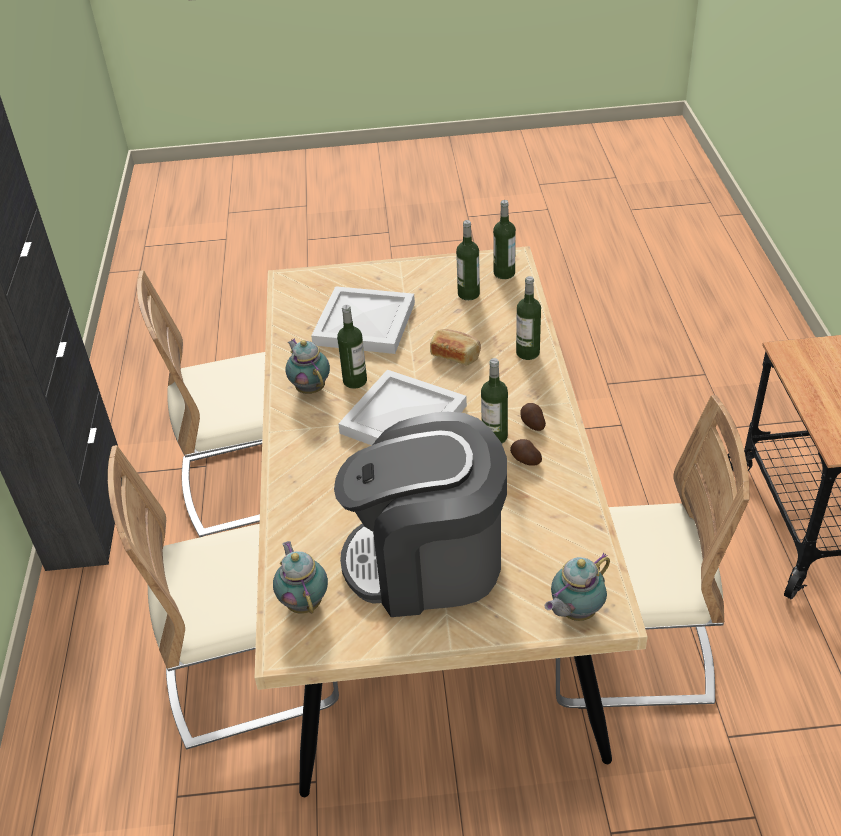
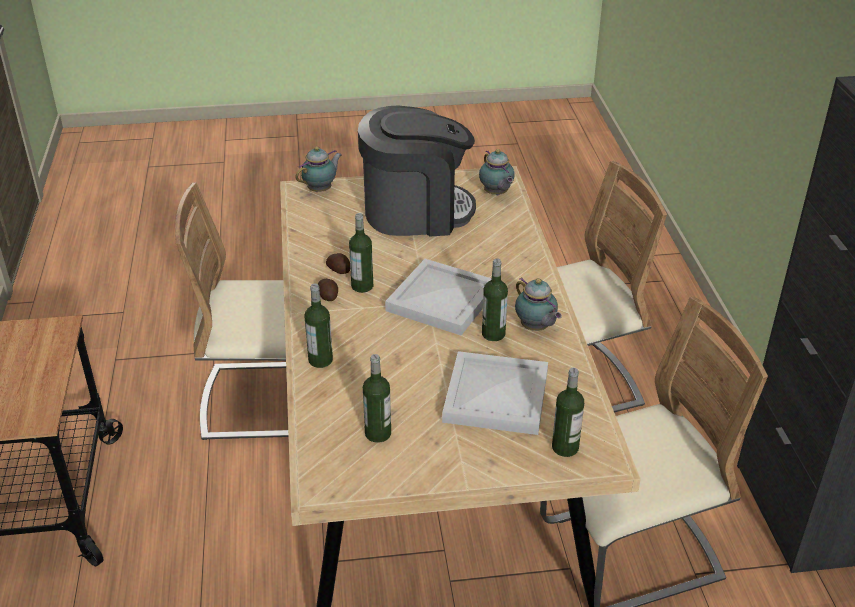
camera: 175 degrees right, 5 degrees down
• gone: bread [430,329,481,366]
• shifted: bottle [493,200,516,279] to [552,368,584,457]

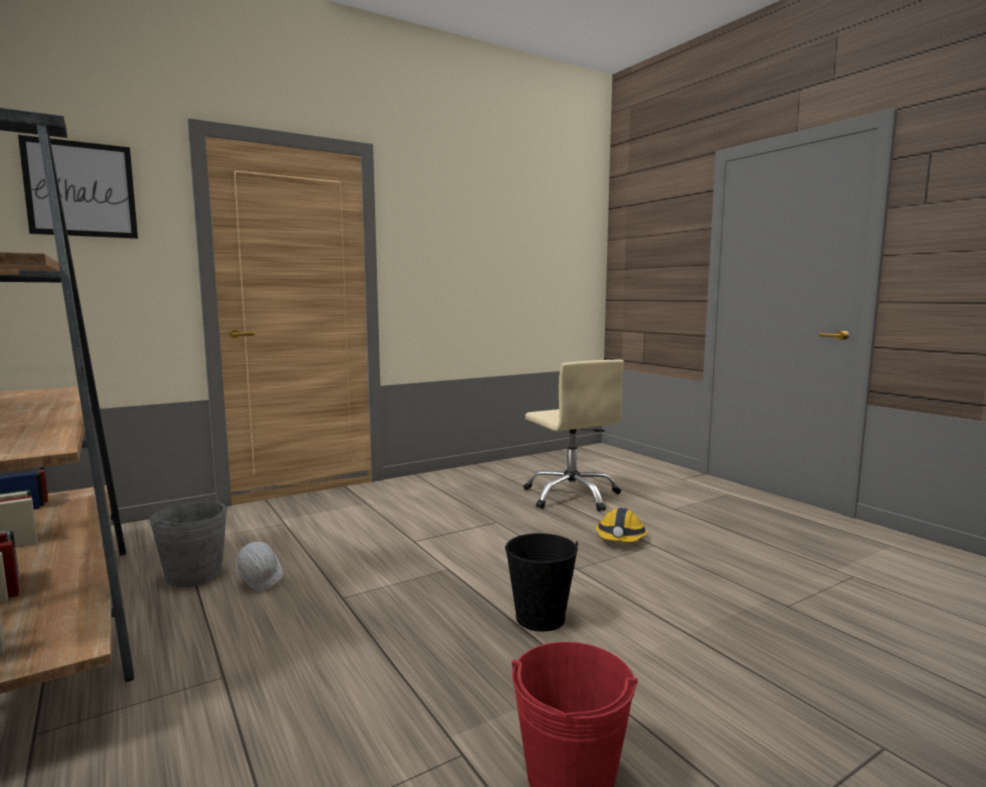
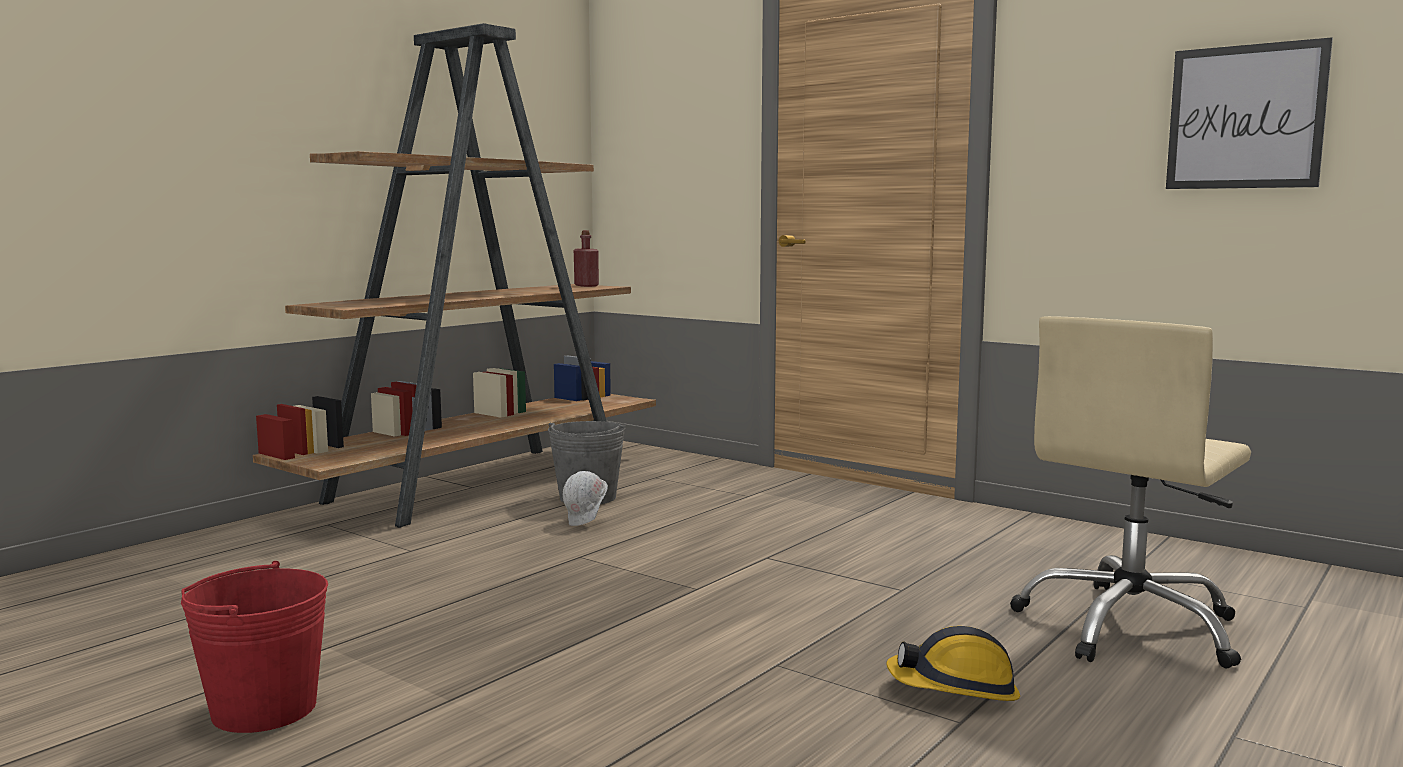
camera: 70 degrees right, 0 degrees up
• gone: black_bucket [505,533,578,632]
• new: red_bottle [574,230,599,287]
• shifted: picture [18,135,138,239] to [1166,37,1333,189]

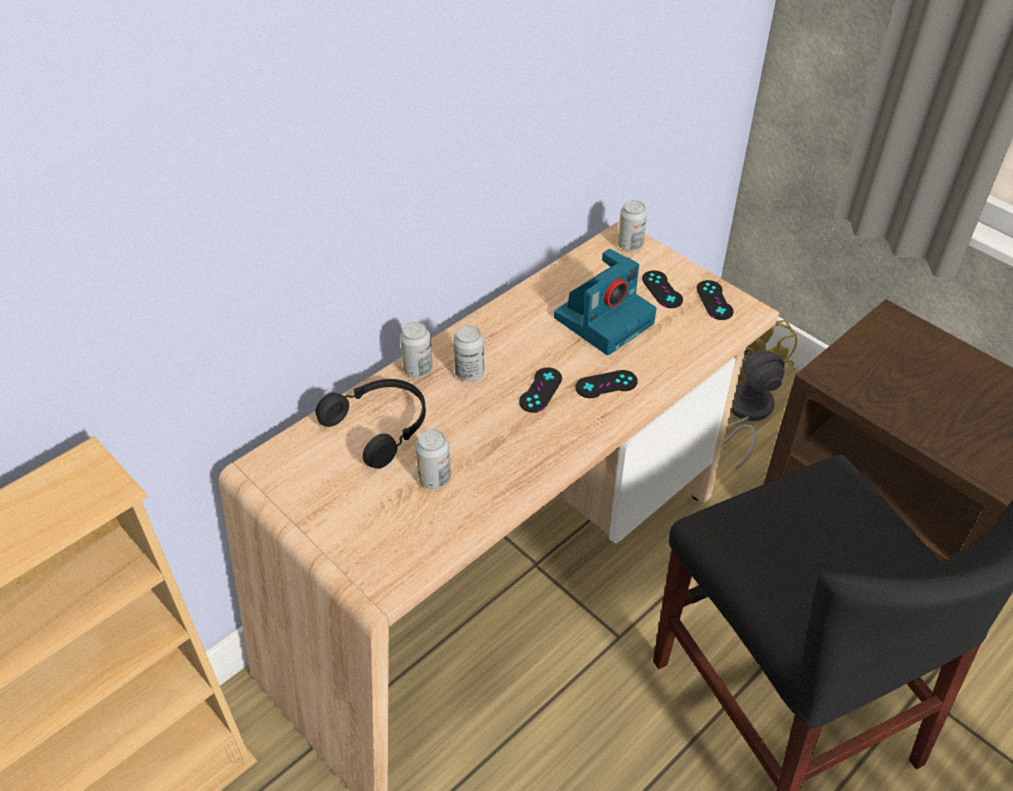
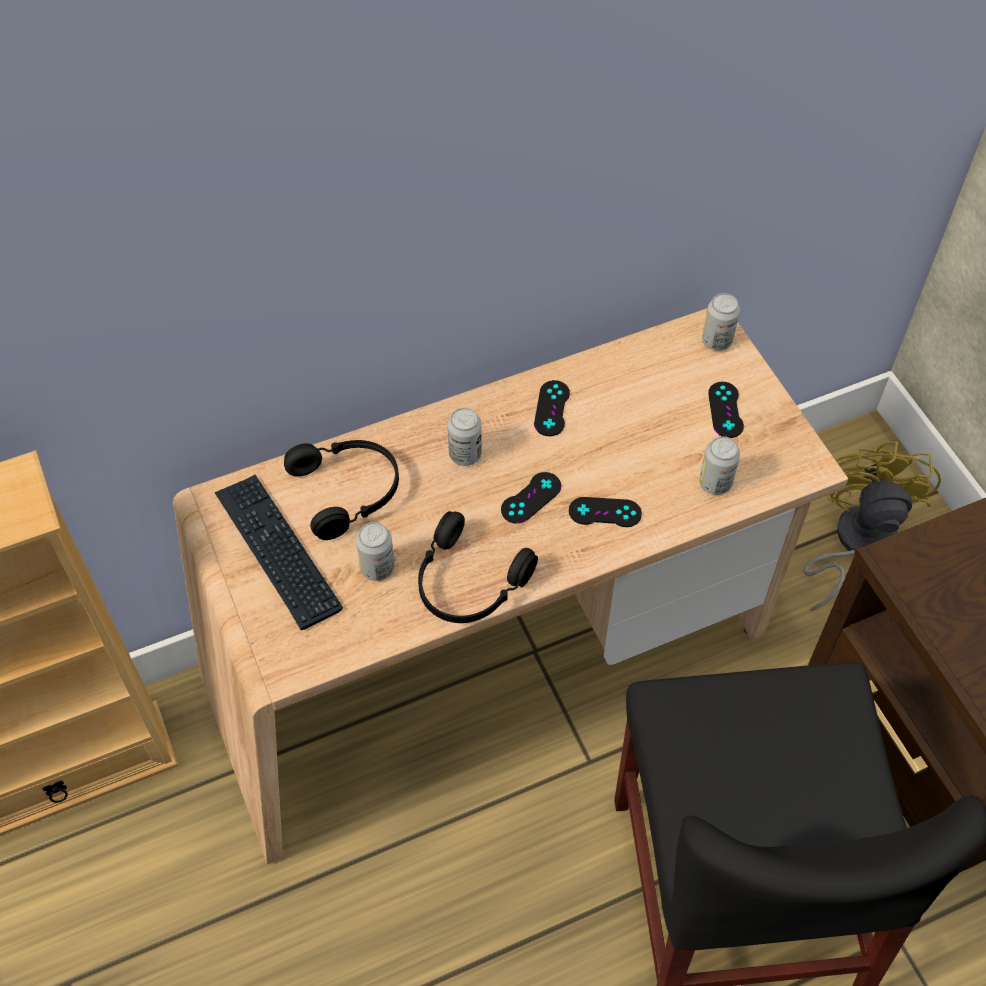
camera: 20 degrees right, 10 degrees up
• gone: photo_camera [554,249,657,355]
• new: keyboard [214,475,343,630]
• new: black_headphones [418,511,538,623]
• shifted: can [400,322,433,378] to [699,436,740,495]
• shifted: black_game_controller [696,280,734,320] to [534,380,570,436]

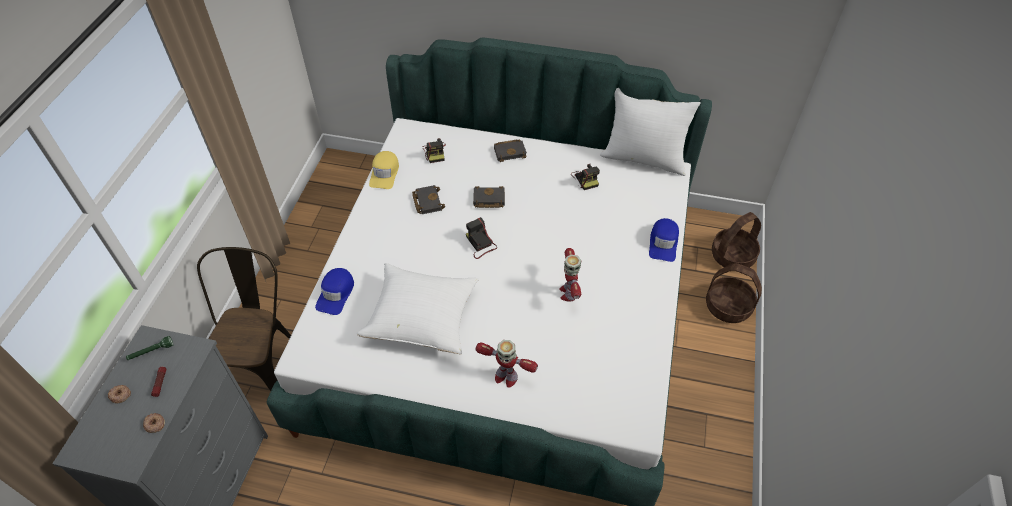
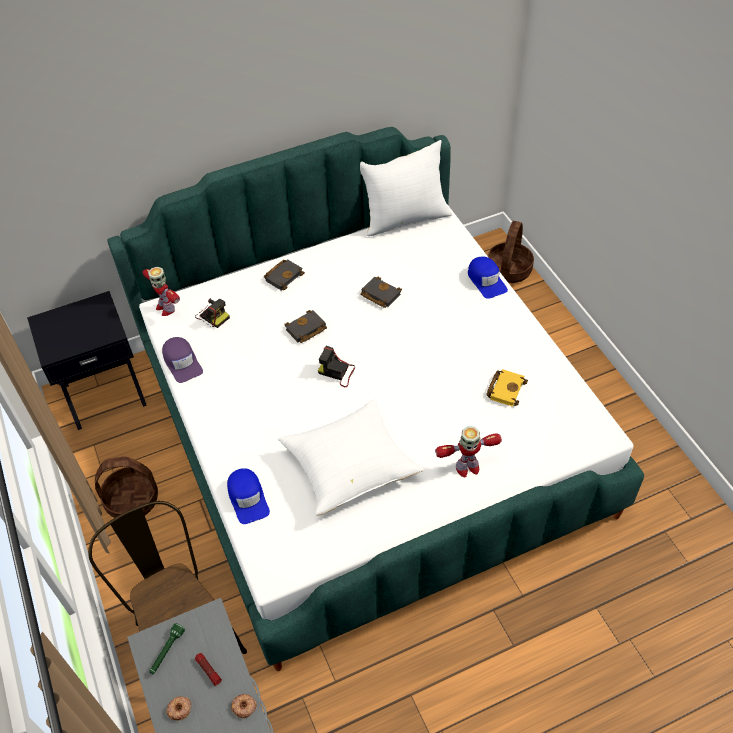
camera: 35 degrees left, 0 degrees up
• gone: photo_camera [571,164,600,190]
• new: black_nightstand [27,291,147,430]
• new: yellow_book [486,369,528,407]
• shifted: black_book [412,185,445,214] to [360,277,402,308]
• shifted: toy_robot [559,248,581,302] to [143,267,180,316]
• shifted: basket [706,263,762,323] to [95,457,158,518]
• repainted: yellow_cap [369,151,399,189] to purple_cap [162,337,203,383]

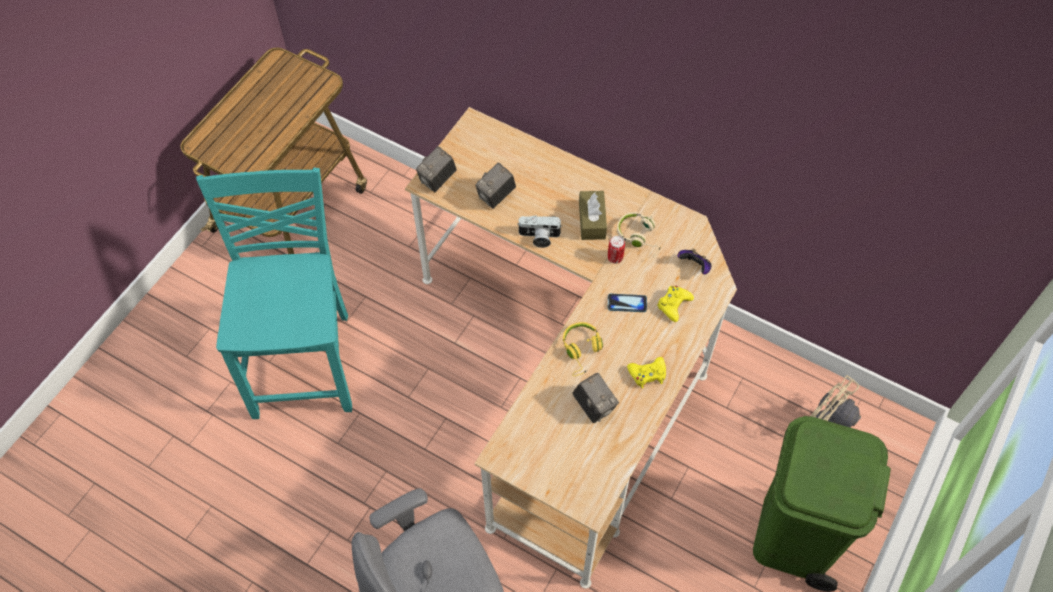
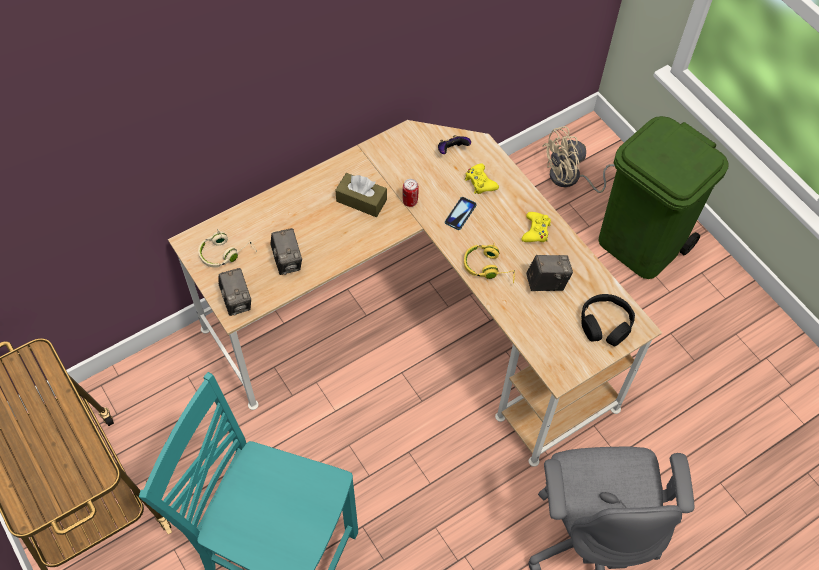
camera: 65 degrees left, 0 degrees up
• gone: photo_camera [517,215,562,248]
• new: black_headphones [581,294,635,346]
• shifted: beige_headphones [617,212,660,258] to [198,229,257,268]

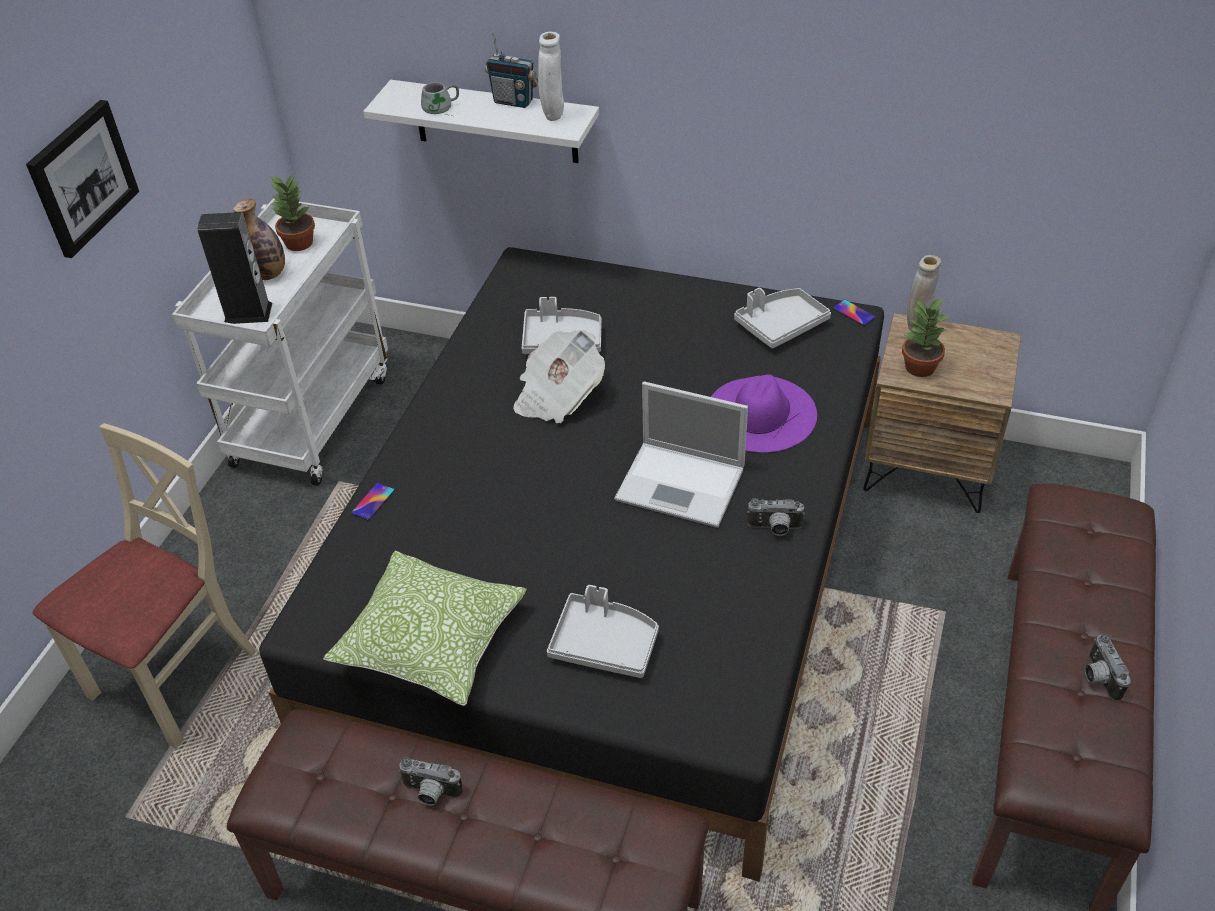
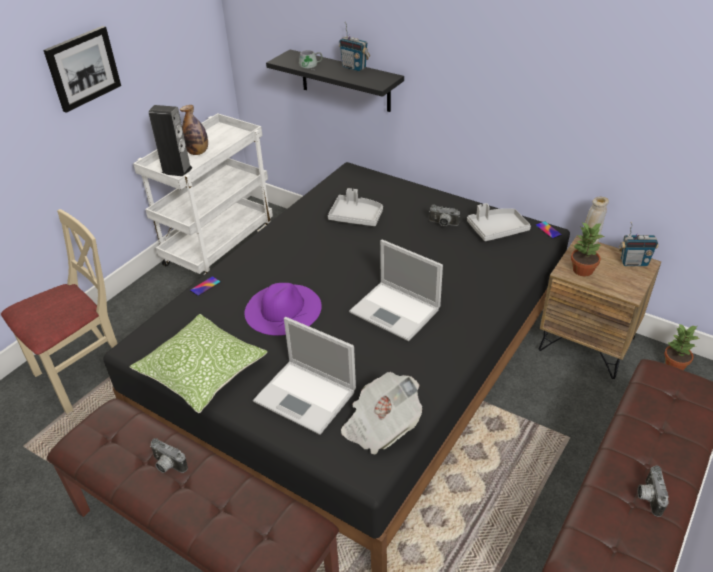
camera: 15 degrees right, 5 degrees down
• gone: white_vase [538,32,564,121]
• new: radio [619,222,659,266]
• shifted: potted_plant [269,174,315,251] to [664,324,700,370]
• shifted: newspaper [513,330,605,423] to [341,372,422,455]
• shifted: purple_hat [711,374,817,453] to [244,283,322,336]
• shifted: photo_camera [747,498,805,536] to [429,204,460,226]
• swapped: grey_tray [547,585,659,678] to laptop [253,317,356,435]
• repainted: white_shelf [363,80,599,163] to black_shelf [266,50,404,112]

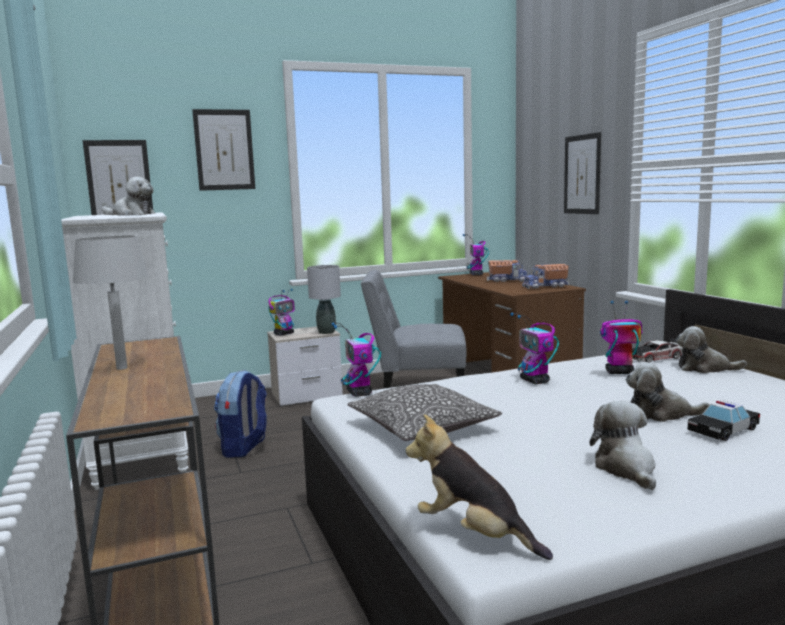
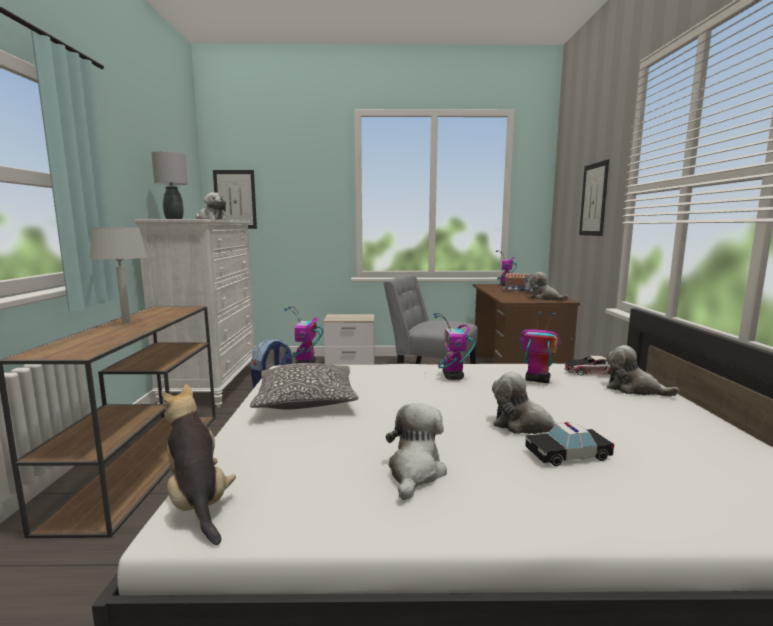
camera: 20 degrees right, 0 degrees up
• gone: picture [192,109,255,191]
• gone: toy_robot [268,289,295,336]
• shifted: grey_table_lamp [307,265,341,334] to [152,151,188,219]
• swapped: toy_truck [522,264,569,289] to plush_toy [529,272,569,301]

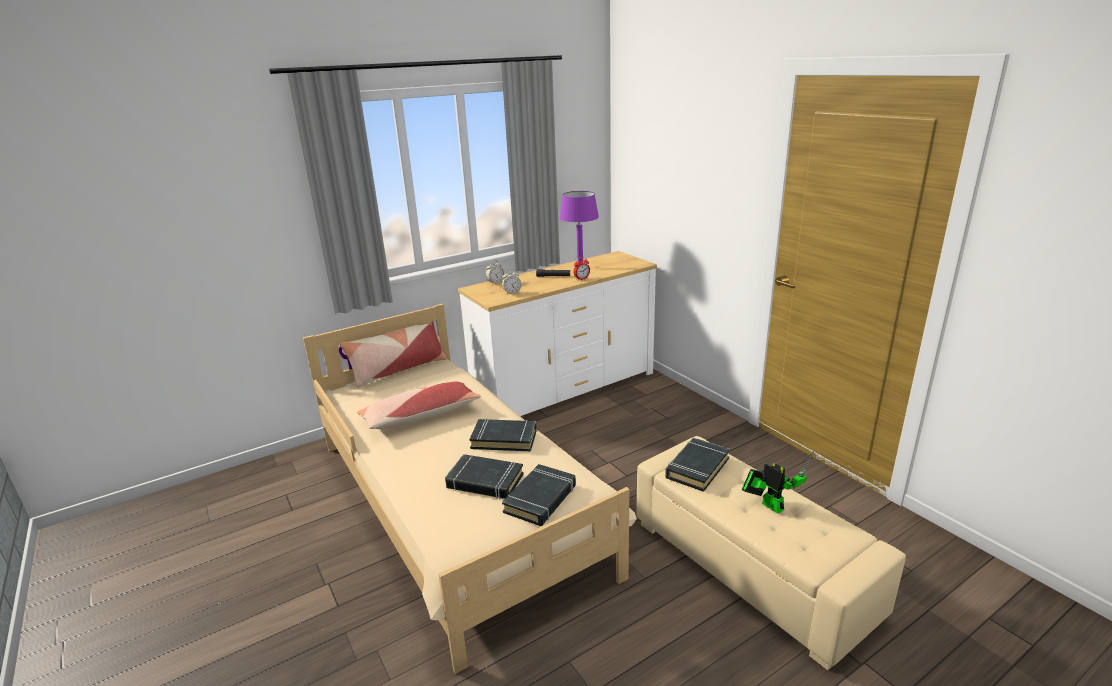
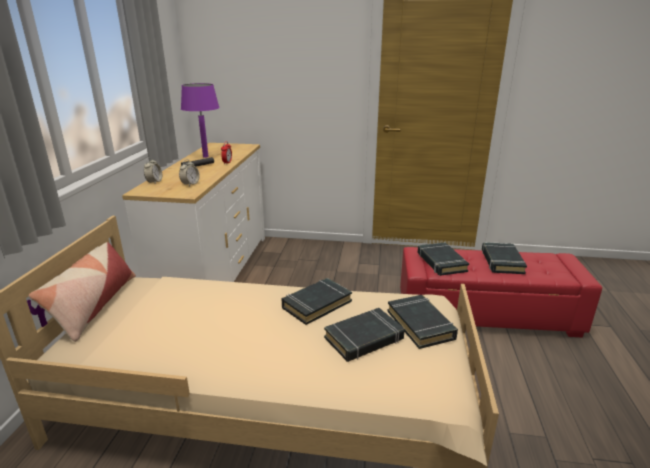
camera: 50 degrees left, 0 degrees up
• gone: pillow [357,382,481,429]
• swapped: toy_robot [742,450,814,514] to black_book [482,242,527,274]
• repainted: beige_ottoman [636,436,906,670] to red_ottoman [400,247,602,338]

